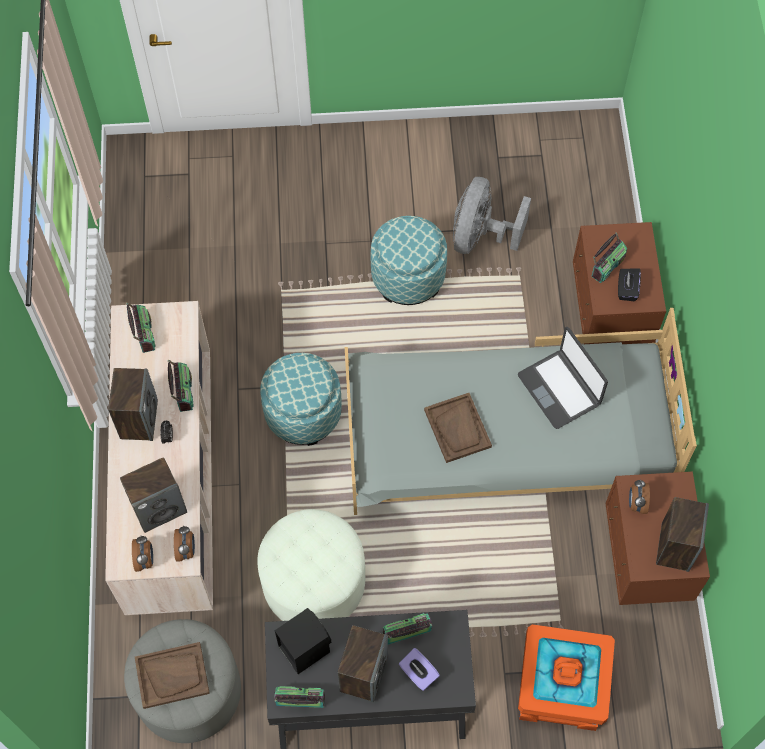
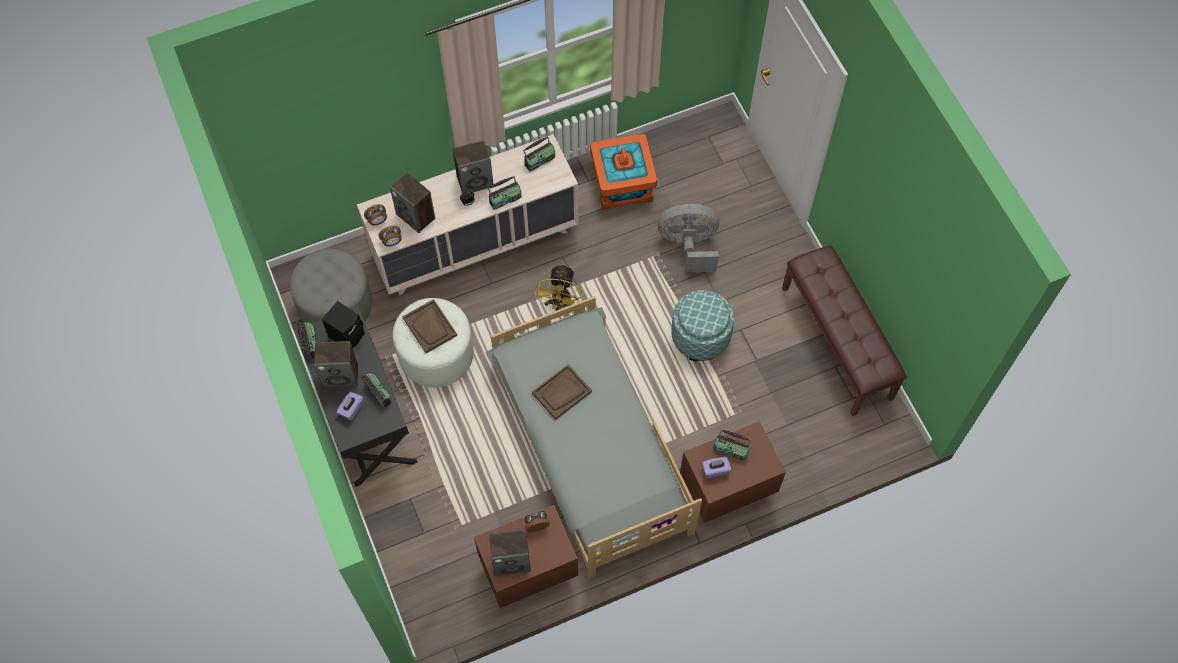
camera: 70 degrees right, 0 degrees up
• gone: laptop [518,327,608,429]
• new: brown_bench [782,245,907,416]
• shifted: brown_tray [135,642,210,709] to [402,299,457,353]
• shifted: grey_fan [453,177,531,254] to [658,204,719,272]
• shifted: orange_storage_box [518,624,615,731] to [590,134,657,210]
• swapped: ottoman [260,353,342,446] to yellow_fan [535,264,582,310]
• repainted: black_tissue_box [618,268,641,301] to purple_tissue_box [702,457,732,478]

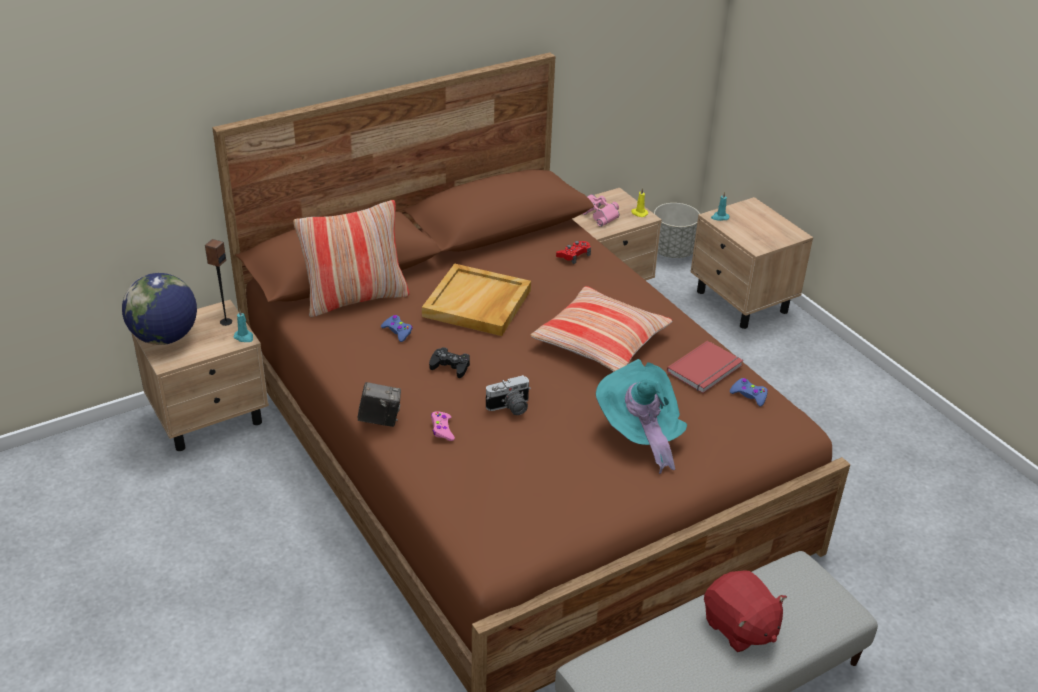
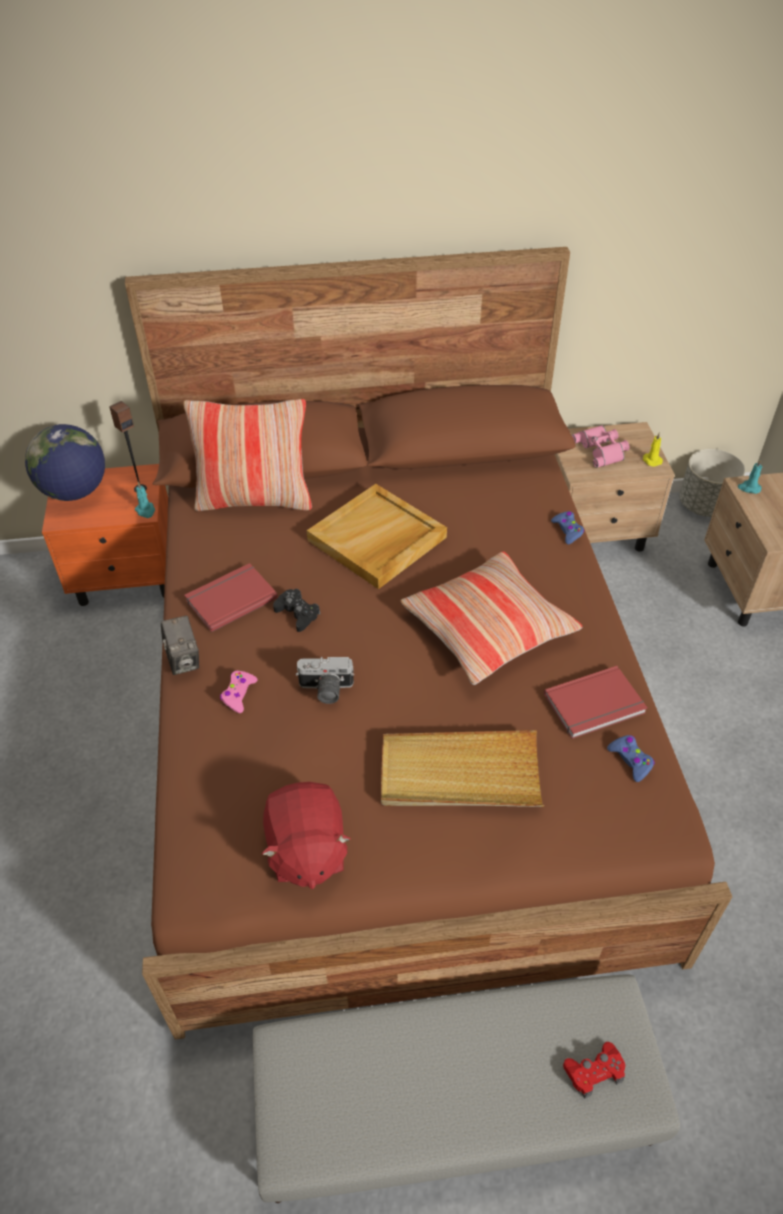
camera: 25 degrees right, 10 degrees up
• new: red_book [184,563,278,632]
• shifted: blue_game_controller [381,315,413,342] to [551,511,584,544]
• shifted: red_game_controller [556,241,591,264] to [563,1042,625,1099]
• shifted: red_plush_toy [704,570,787,652] to [262,782,351,889]
• swapped: turquoise_hat [596,359,687,474] to beige_tray [381,730,544,807]
• repainted: beige_nightstand [132,300,269,451] to orange_nightstand [42,464,168,606]
• rotated: photo_camera [358,382,401,427] = [161,616,199,675] 45 degrees clockwise

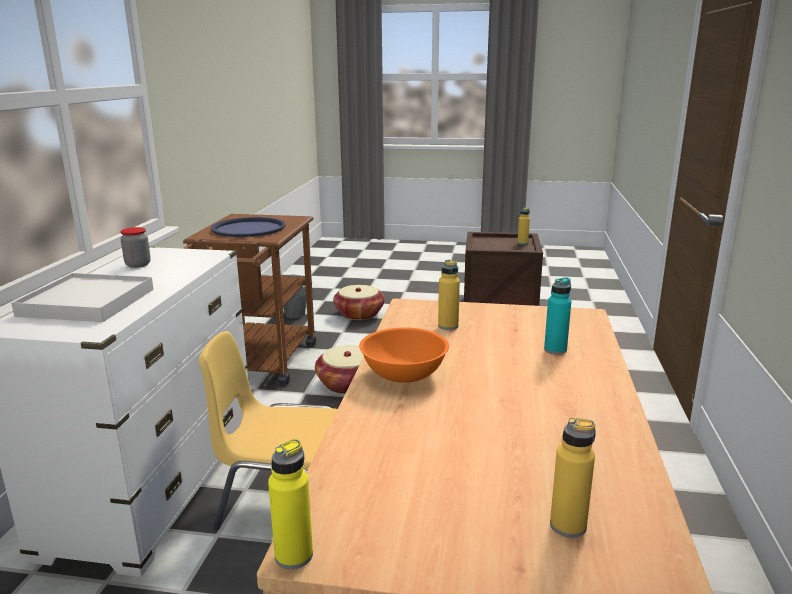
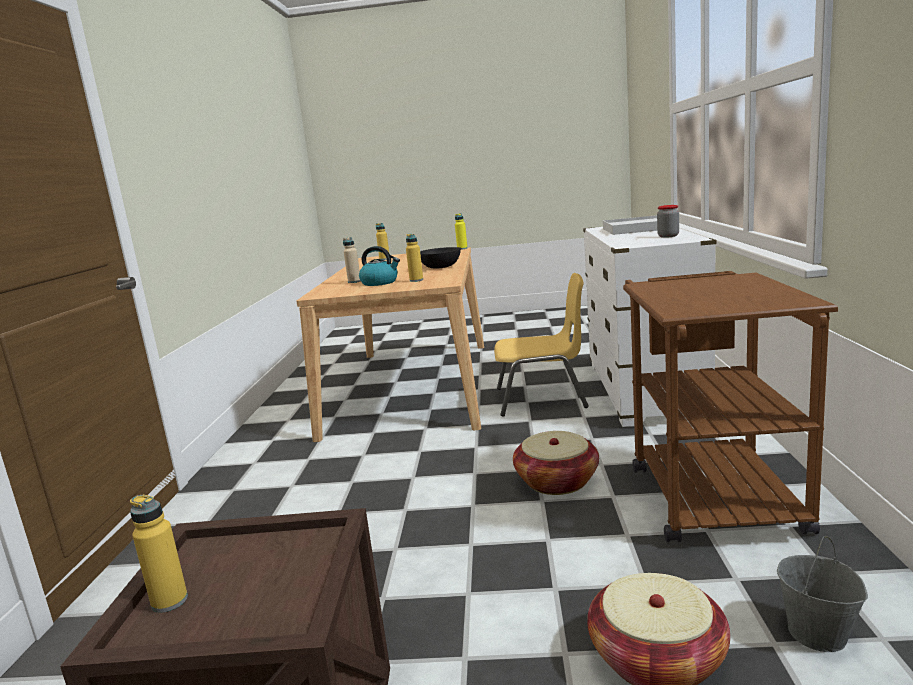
camera: 175 degrees right, 5 degrees down
• gone: blue_tray [211,217,286,237]
• new: kettle [359,246,400,286]
• repainted: orange_bowl [359,327,449,383] to black_bowl [420,247,462,269]
• repainted: turquoise_bottle [544,277,571,355] to beige_bottle [343,237,360,283]

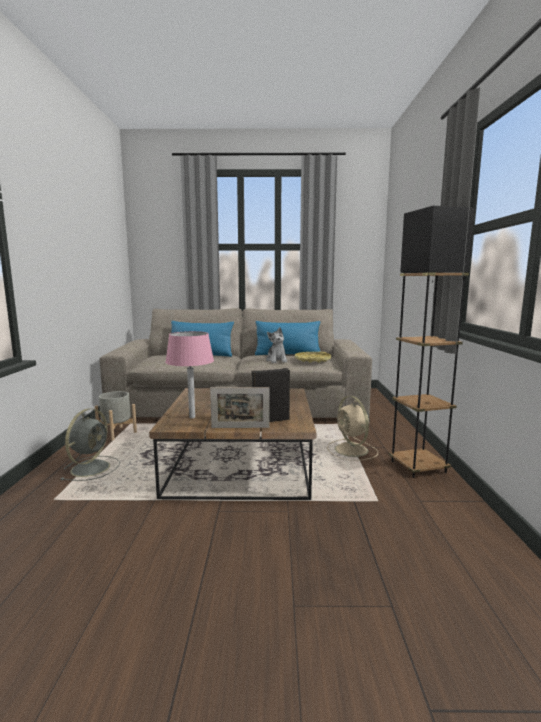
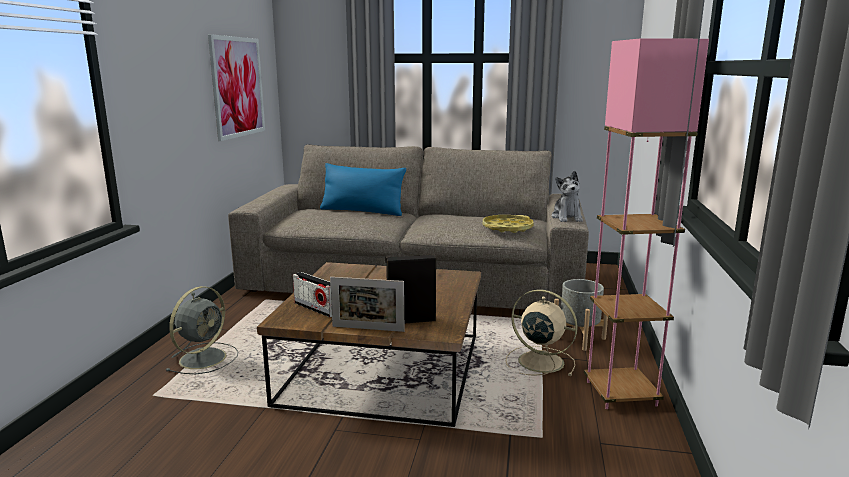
camera: 10 degrees right, 5 degrees up
• gone: blue_pillow [255,321,321,355]
• new: picture [208,34,265,141]
• shifted: grey_planter [94,391,137,441] to [554,279,608,351]
• shifted: plush_toy [266,327,287,363] to [552,171,583,222]
• swapped: pink_table_lamp [165,331,214,418] to radio [293,272,332,317]
• repainted: black_floor_lamp [389,206,475,478] to pink_floor_lamp [584,38,709,409]
• rotated: beige_fan [327,396,378,461] = [506,290,578,376] 135 degrees clockwise

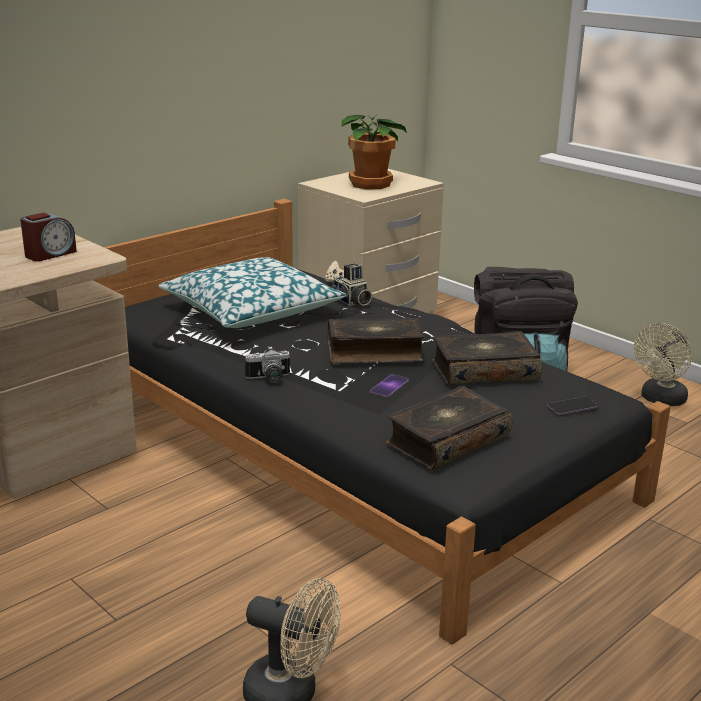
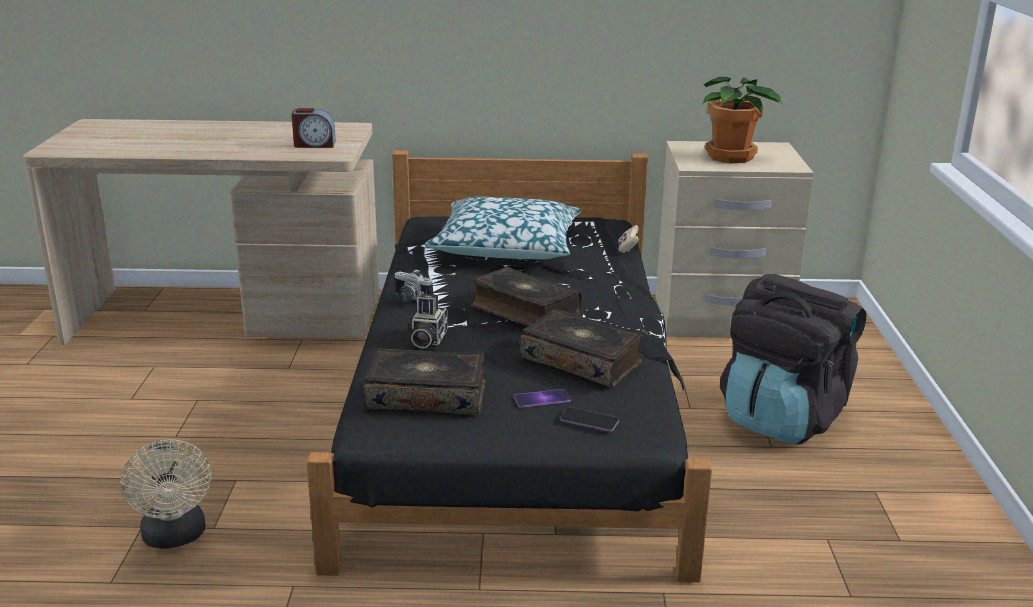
camera: 45 degrees right, 0 degrees up
• gone: beige_fan [634,323,692,406]
• shifted: photo_camera [331,263,372,306] to [409,294,448,348]
• shifted: phone [370,374,409,397] to [514,389,571,408]

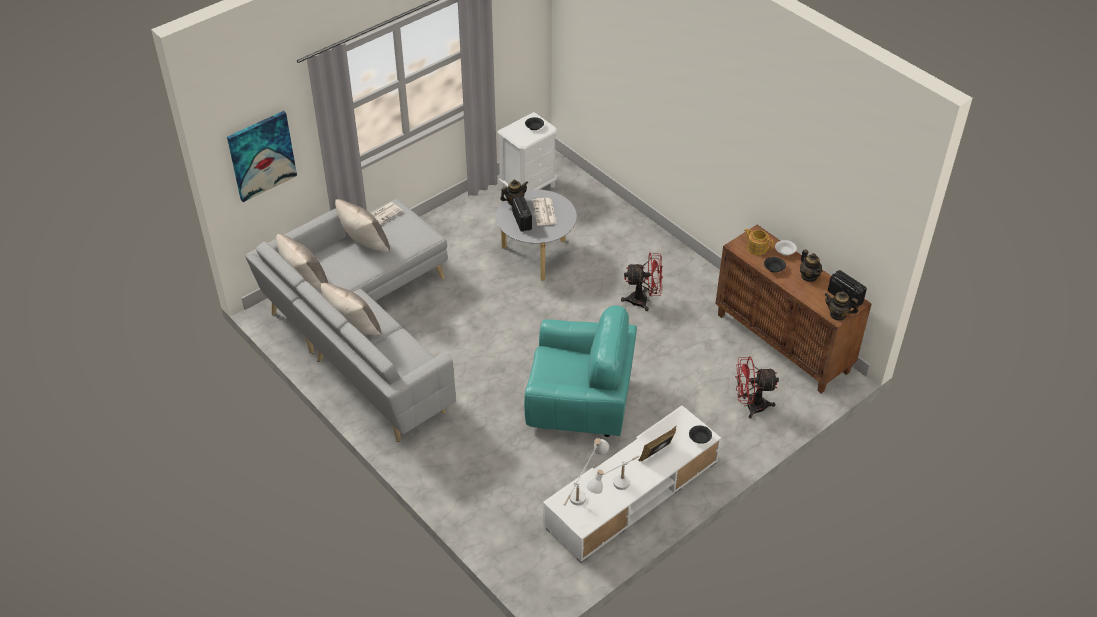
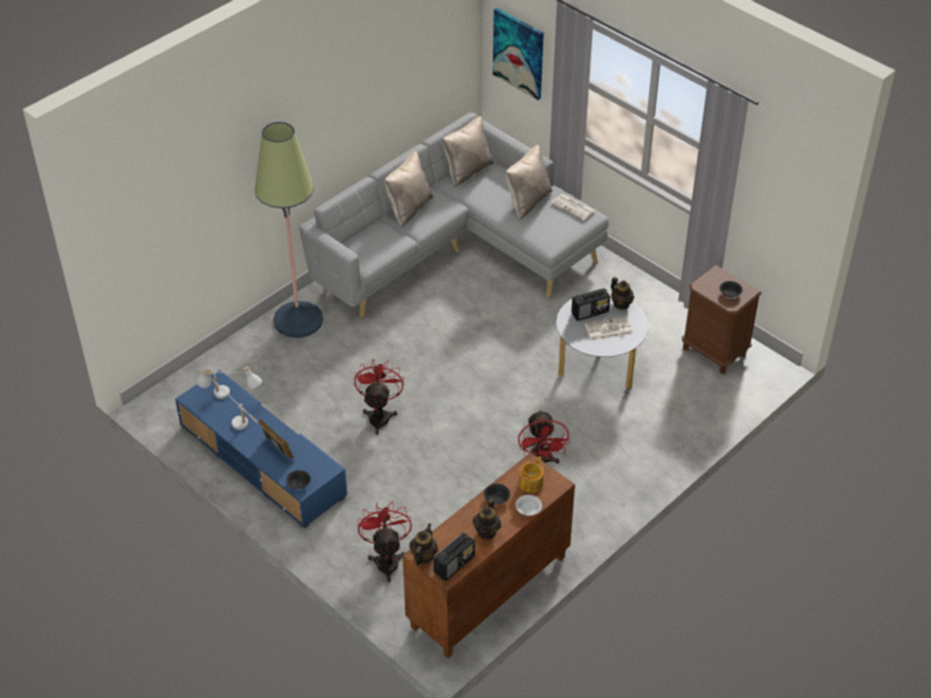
camera: 85 degrees right, 0 degrees up
• new: floor_lamp [255,122,323,338]
• swapped: turquoise_armchair [524,305,637,437] to red_fan [354,359,404,435]
• repainted: white_nightstand [497,112,557,190] to brown_nightstand [682,265,762,374]
• repainted: white_tv_stand [543,405,721,563] to blue_tv_stand [175,370,347,528]
• rotated: teapot [800,249,822,282] = [473,499,501,539] 45 degrees counterclockwise

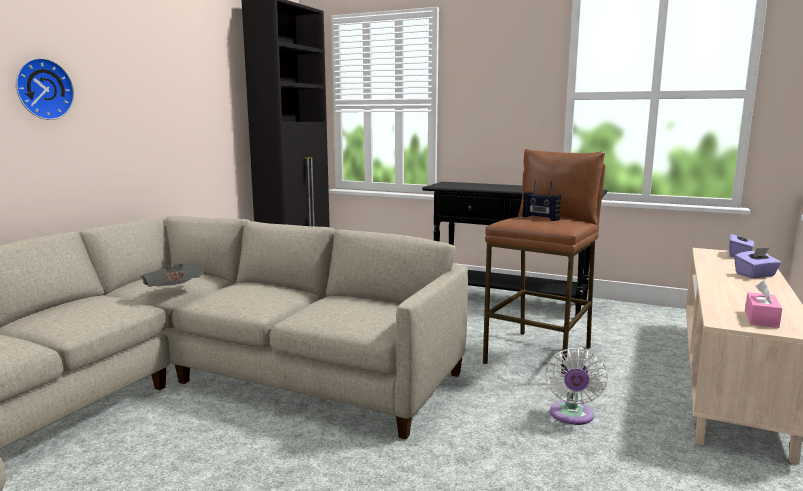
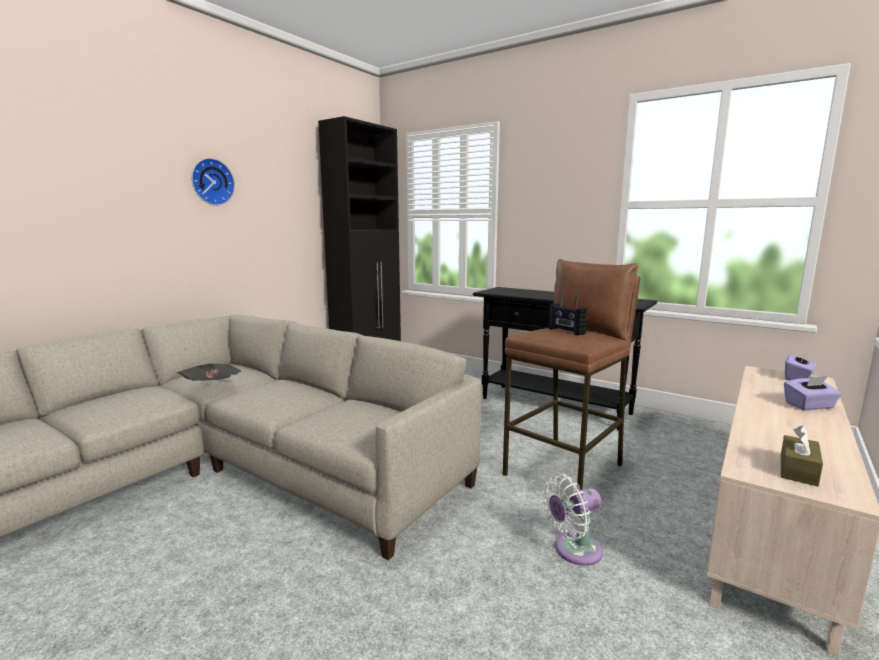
camera: 10 degrees right, 0 degrees up
• shifted: wall_clock [16,58,74,120] to [191,158,235,206]
• repainted: pink_tissue_box [745,281,782,328] to brown_tissue_box [781,425,823,486]
• rotated: white_fan [545,348,608,425] = [543,473,603,566] 45 degrees clockwise

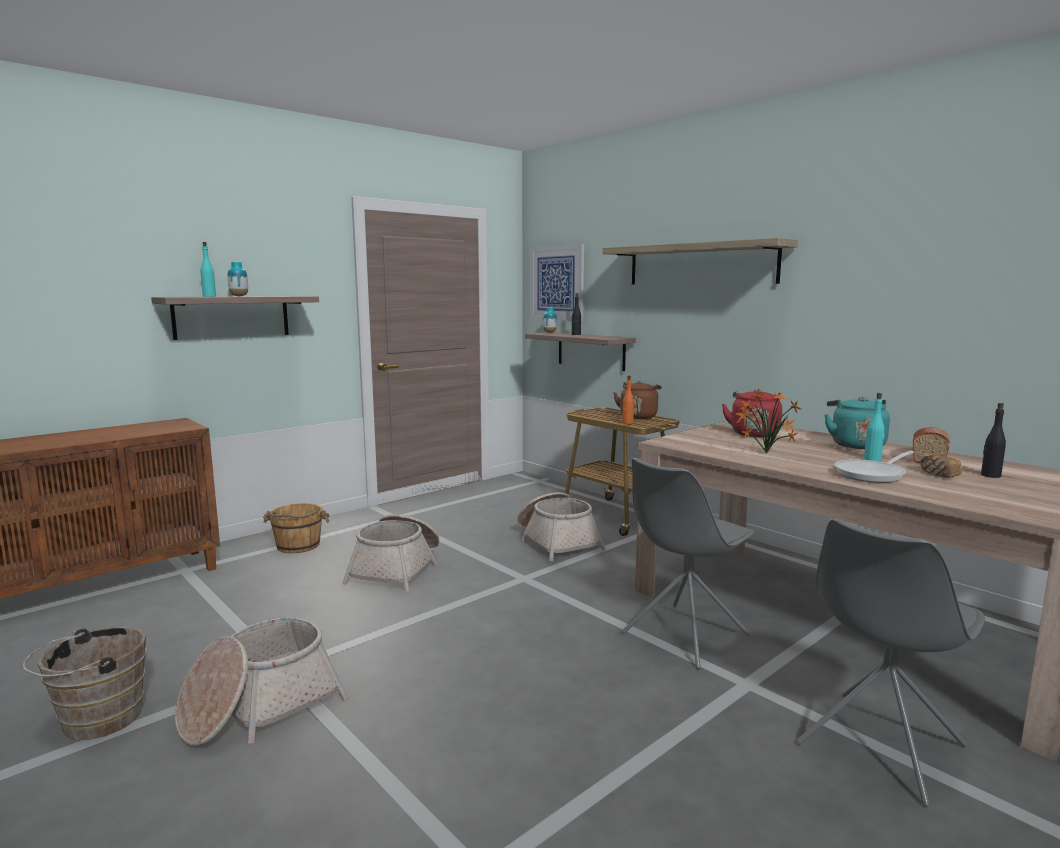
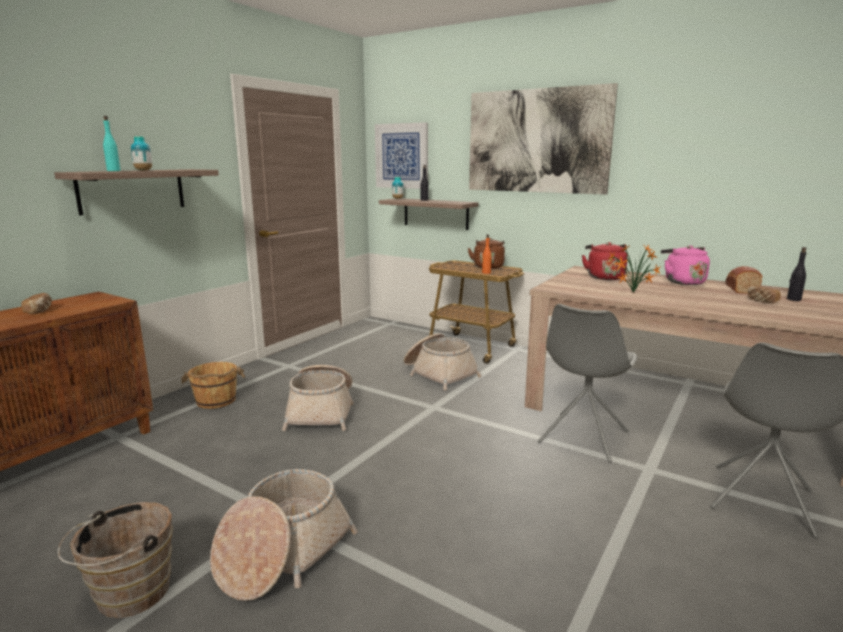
camera: 15 degrees left, 5 degrees up
• gone: frying_pan [834,451,914,483]
• gone: turquoise_bottle [864,393,885,461]
• new: bread [21,293,52,314]
• swapped: shelf [602,238,798,284] to picture [469,83,618,195]
• repainted: turquoise_kettle [824,397,890,449] to pink_kettle [661,245,710,285]

